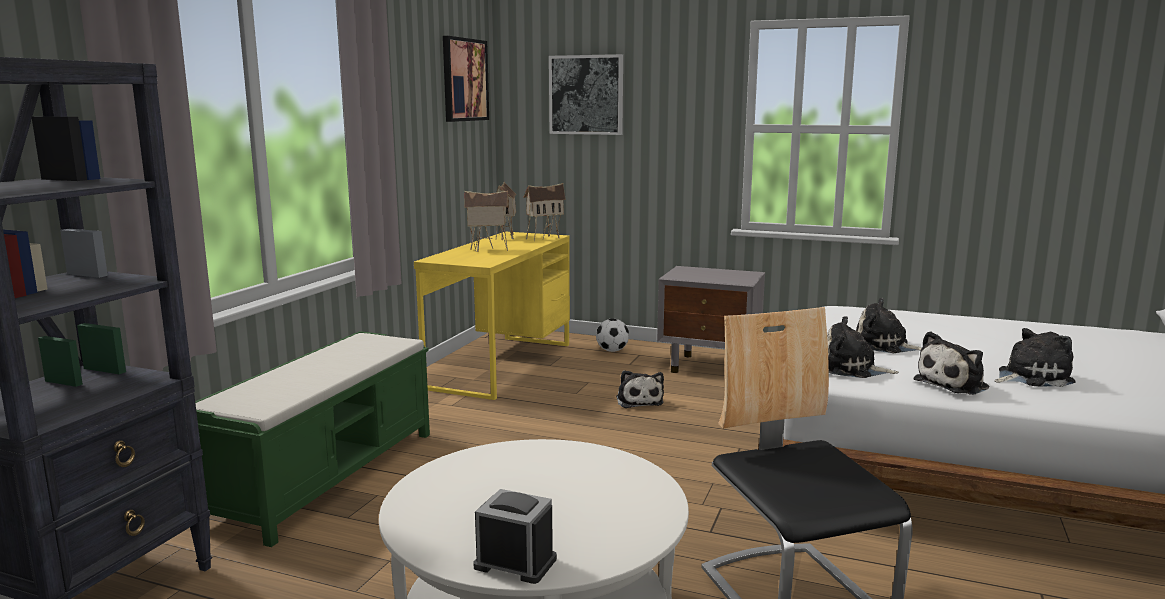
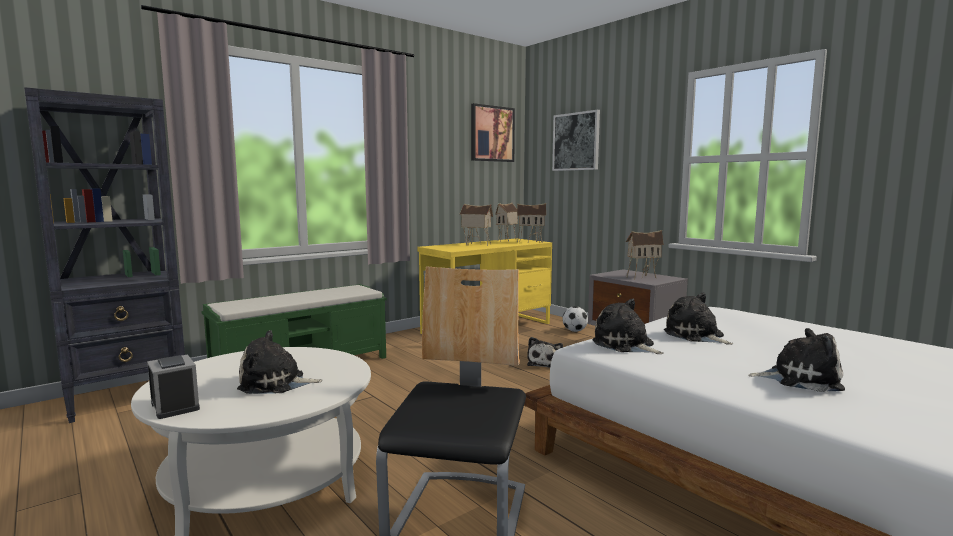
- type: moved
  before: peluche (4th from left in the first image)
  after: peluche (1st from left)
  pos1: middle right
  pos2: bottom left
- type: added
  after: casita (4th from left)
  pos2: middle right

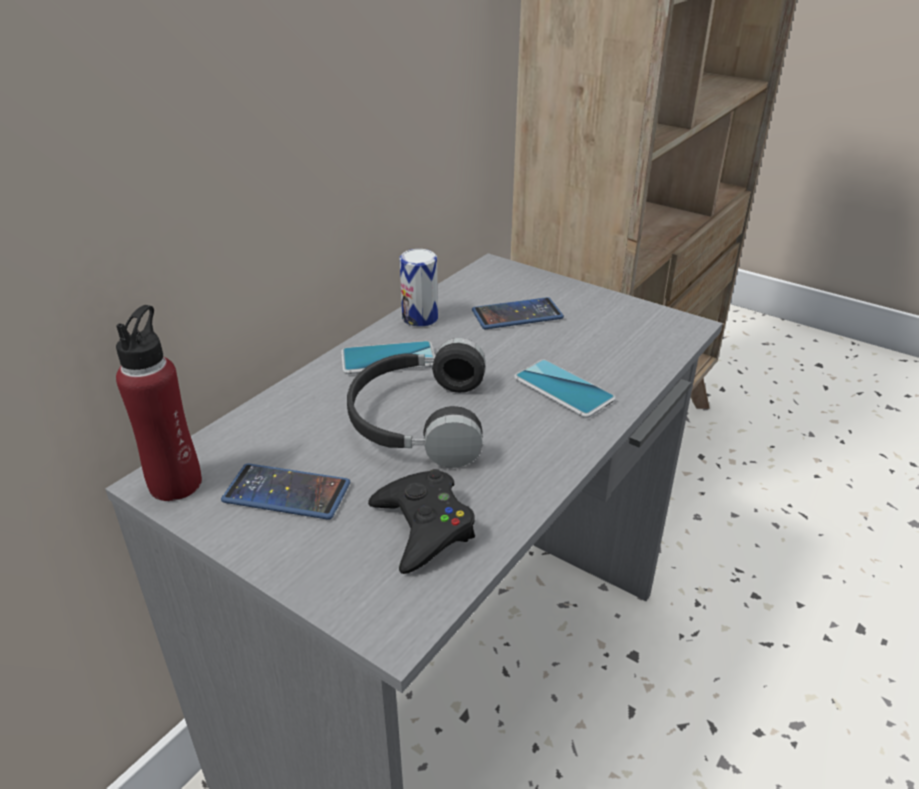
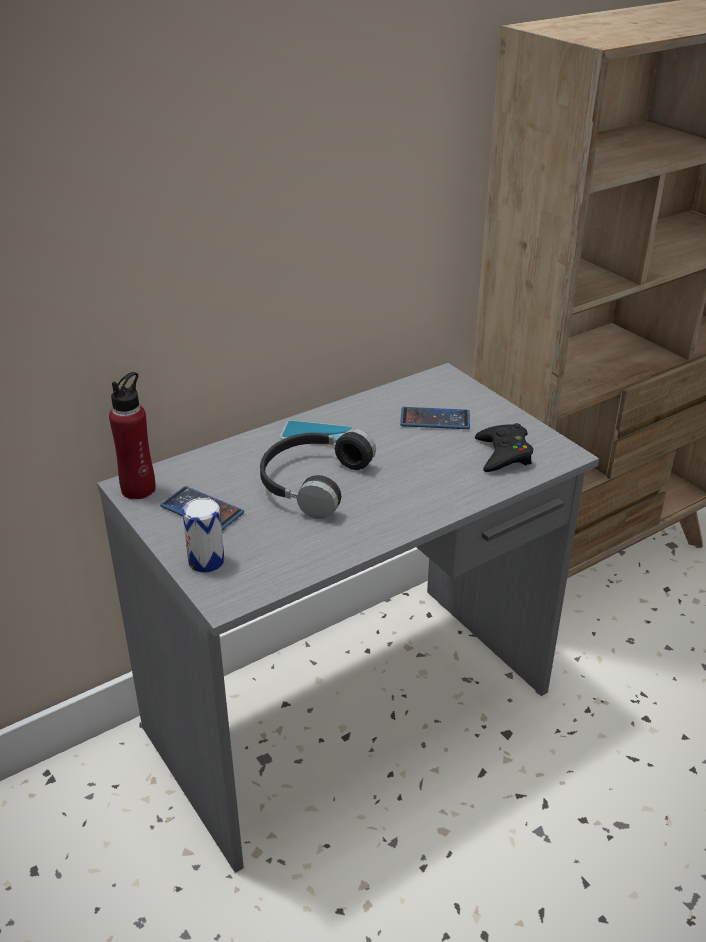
- type: moved
  before: lata
  pos1: centre
  pos2: middle left
- type: moved
  before: mando de consola (negro)
  pos1: centre
  pos2: middle right
- type: removed
  before: móvil (4th from left)
  pos1: centre

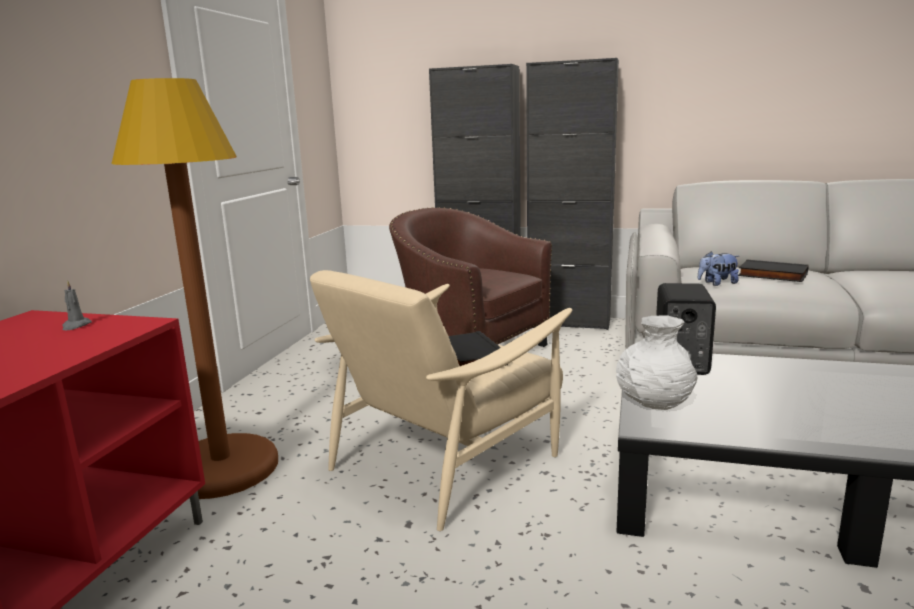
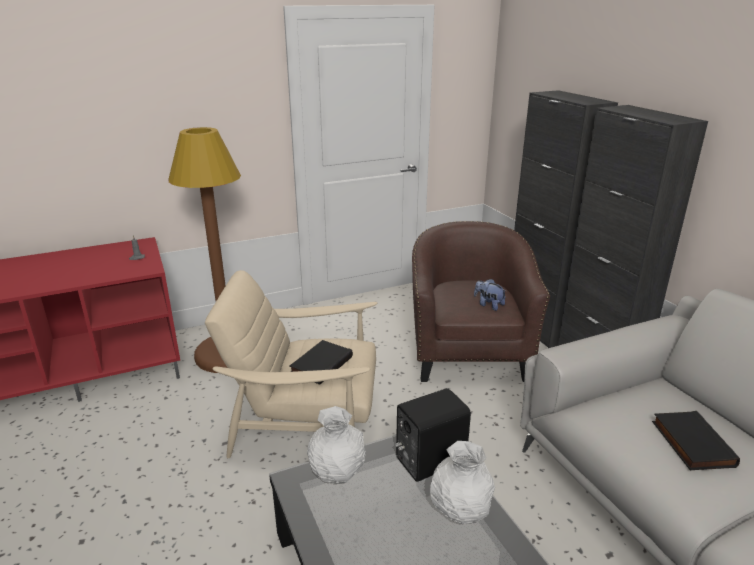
- type: added
  after: florero (blanco) (2nd from left)
  pos2: bottom centre
- type: moved
  before: peluche
  pos1: middle right
  pos2: centre

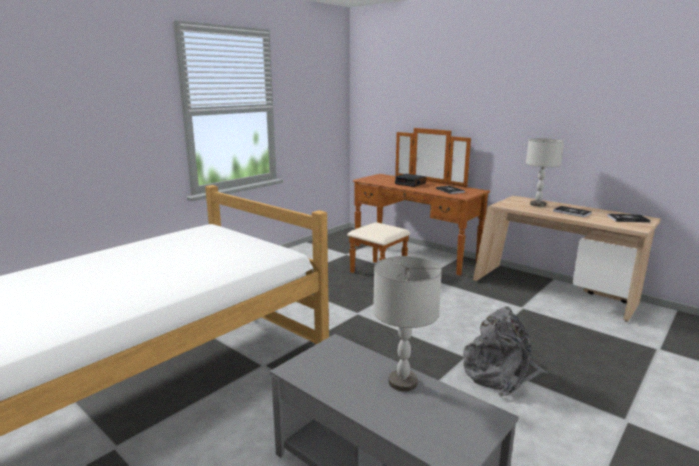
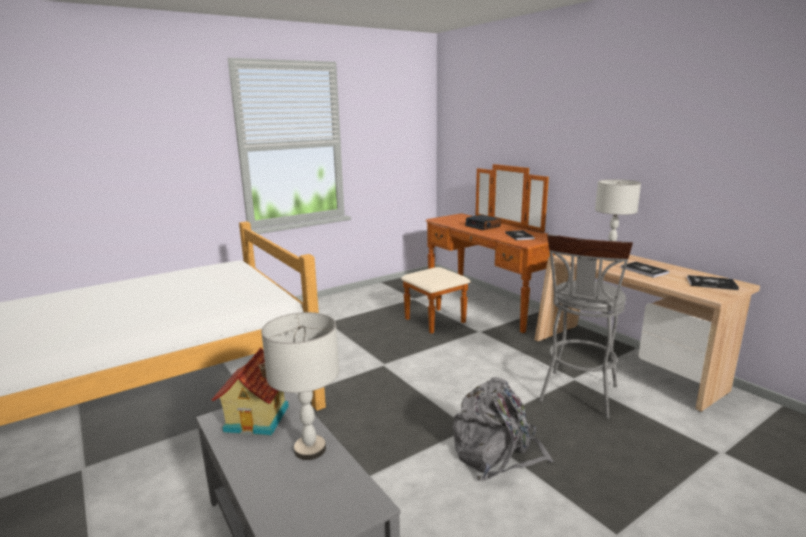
- type: added
  after: casita
  pos2: bottom left
- type: added
  after: taburete (gris)
  pos2: middle right

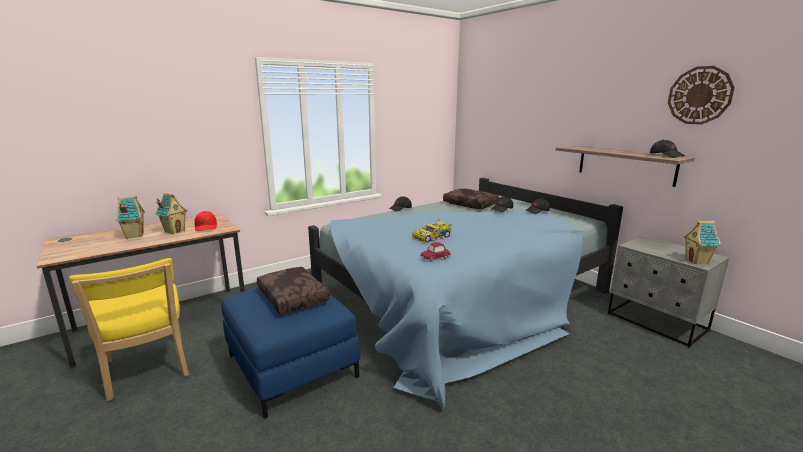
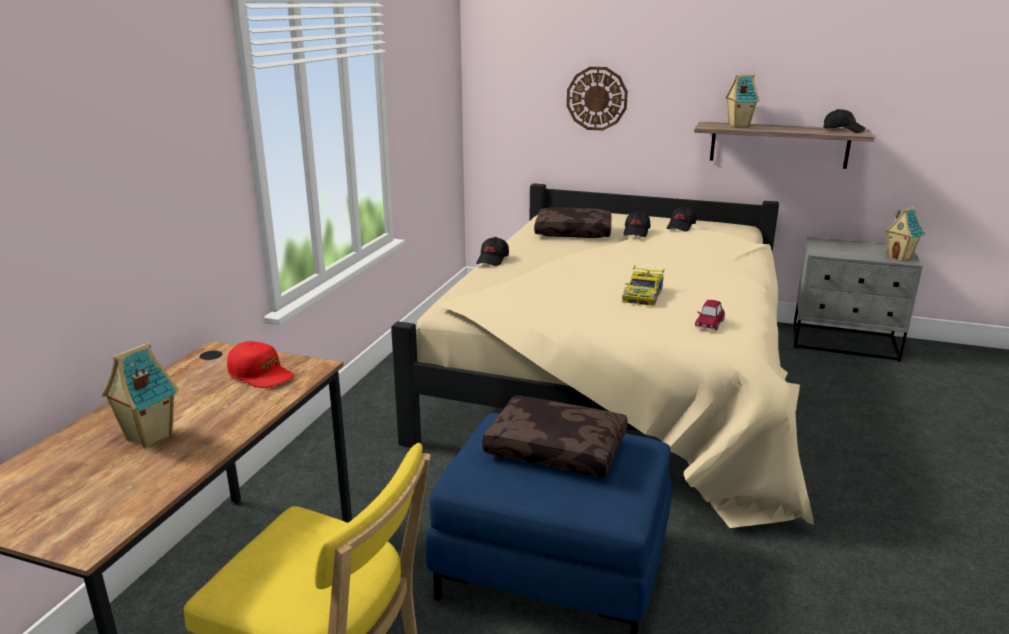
- type: recoloured
  before: cama (azul)
  after: cama (beis)
  pos1: centre
  pos2: centre
- type: moved
  before: reloj de pared
  pos1: top right
  pos2: top centre
- type: moved
  before: casita (2nd from left)
  pos1: middle left
  pos2: top right

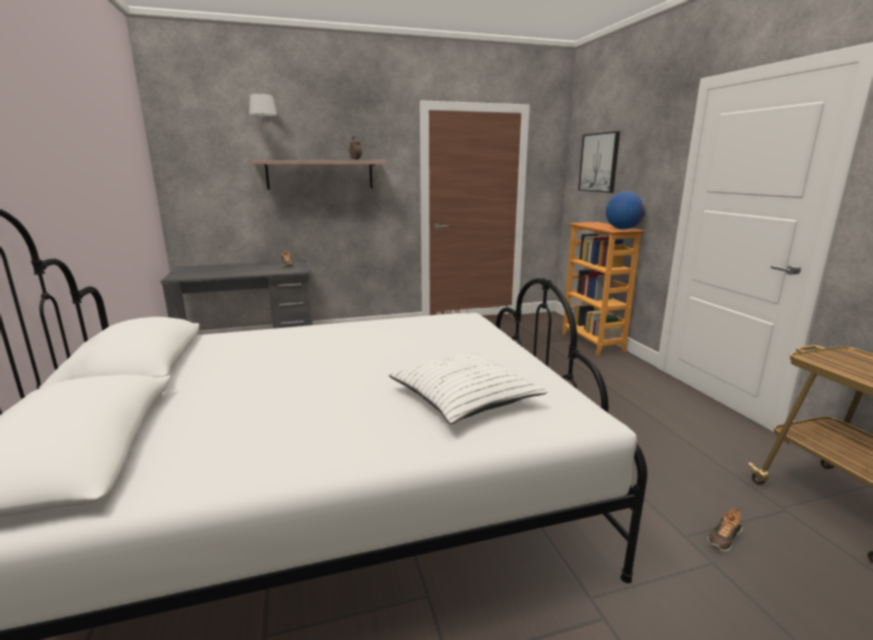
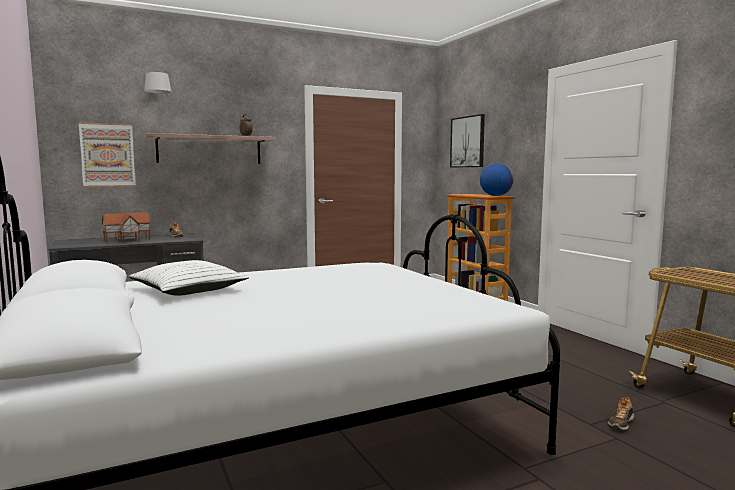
- type: added
  after: cuadro (1st from left)
  pos2: top left
- type: added
  after: casita
  pos2: middle left
- type: moved
  before: cojín (blanco)
  pos1: centre
  pos2: middle left

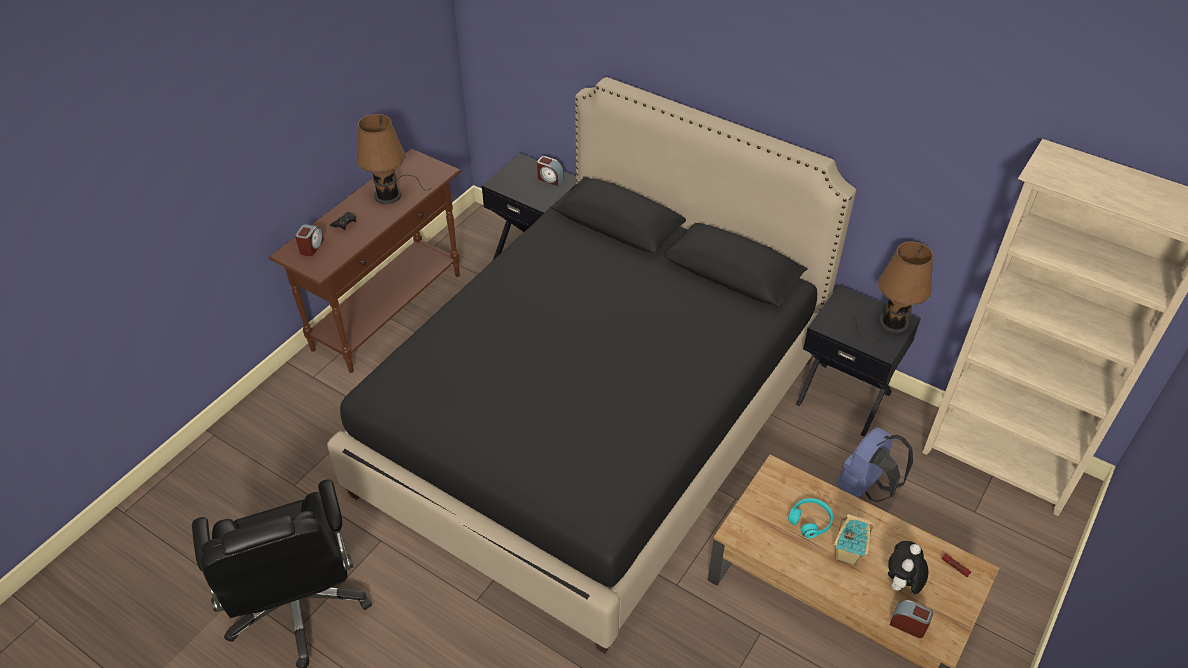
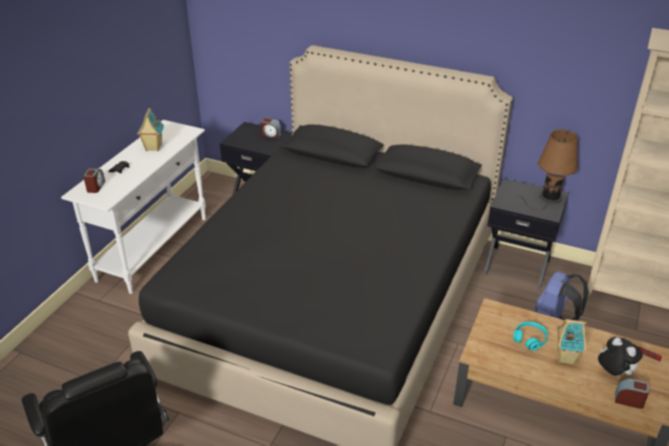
- type: recoloured
  before: mesa consola (marrón)
  after: mesa consola (blanco)
  pos1: middle left
  pos2: middle left
- type: replaced
  before: lámpara de mesa (marrón) (1st from left)
  after: casita (1st from left)
  pos1: top left
  pos2: top left
- type: turned
  before: peluche
  pos1: bottom right
  pos2: bottom right
  turn: 120

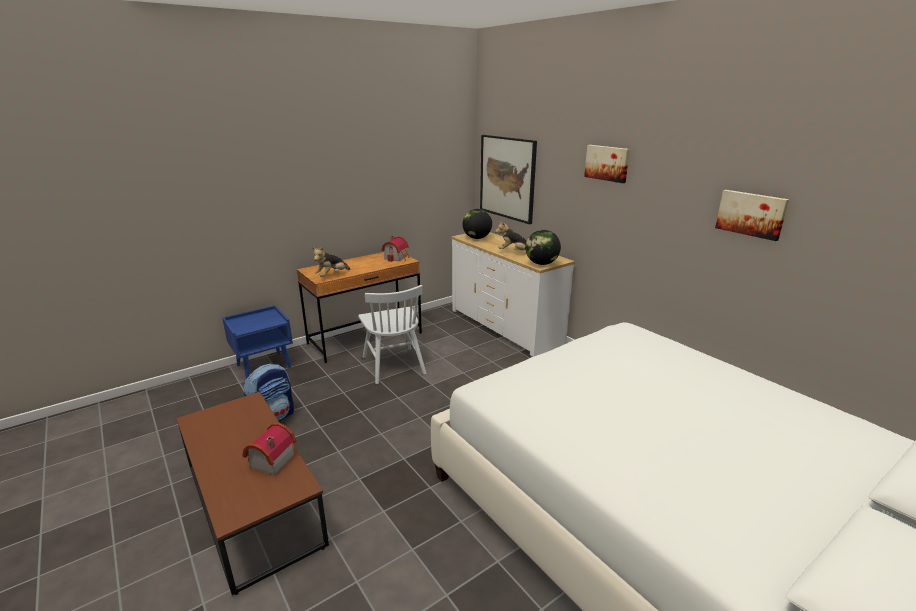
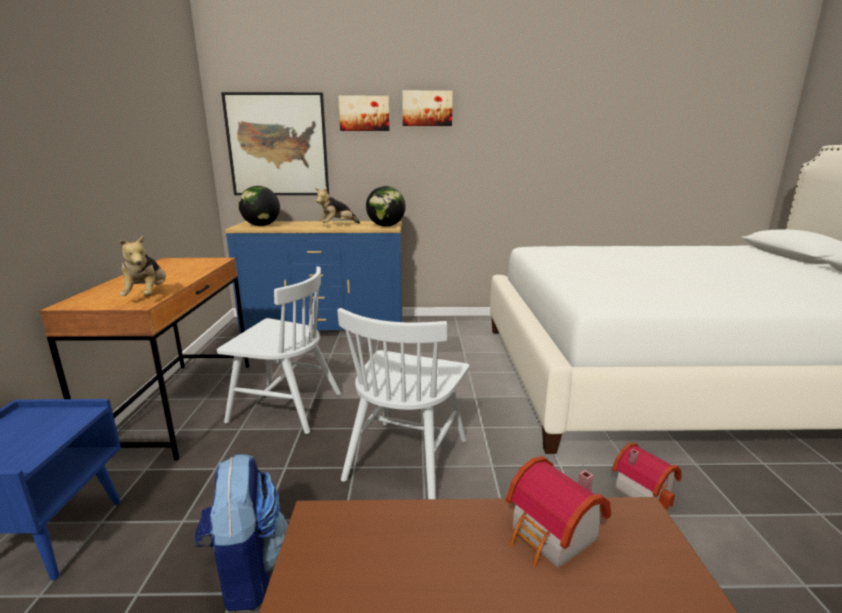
- type: recoloured
  before: cómoda (blanco)
  after: cómoda (azul)
  pos1: centre
  pos2: centre
- type: added
  after: silla (blanco) (2nd from left)
  pos2: centre
- type: moved
  before: cuadro (3rd from left in the first image)
  after: cuadro (2nd from left)
  pos1: middle right
  pos2: top centre
- type: moved
  before: casita (2nd from left)
  pos1: centre
  pos2: bottom right

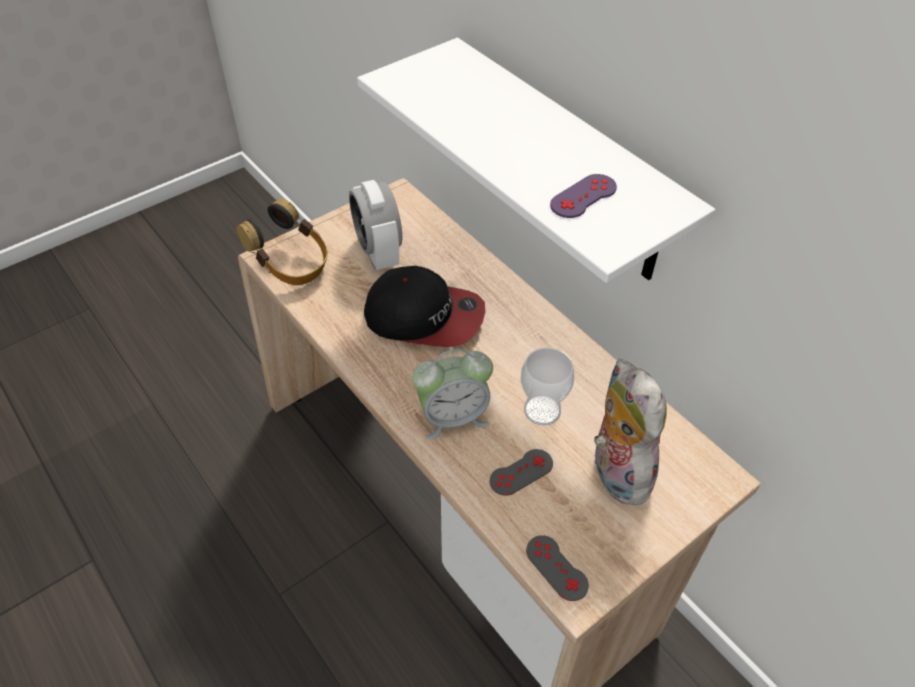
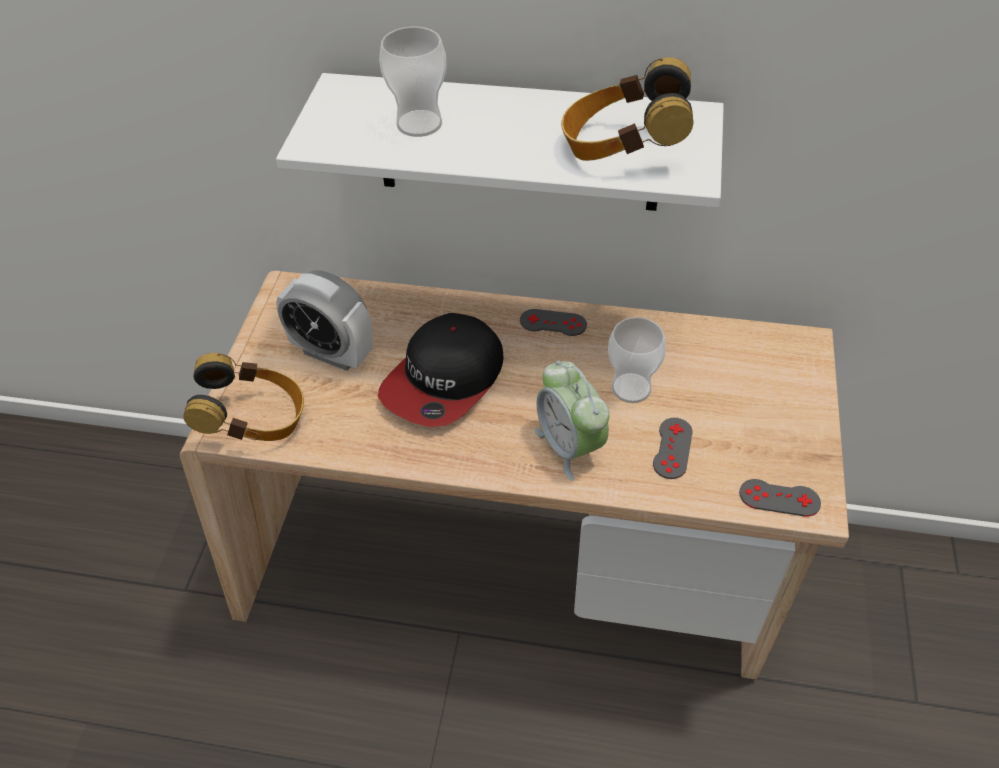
- type: turned
  before: gorra
  pos1: centre
  pos2: centre
  turn: 150
- type: added
  after: taza (1st from left)
  pos2: top centre
- type: added
  after: mando de consola (gris) (1st from left)
  pos2: centre
- type: turned
  before: despertador (2nd from left)
  pos1: centre
  pos2: centre
  turn: 120
- type: replaced
  before: mando de consola (morado)
  after: auriculares (2nd from left)
  pos1: top centre
  pos2: top centre
- type: removed
  before: peluche
  pos1: middle right

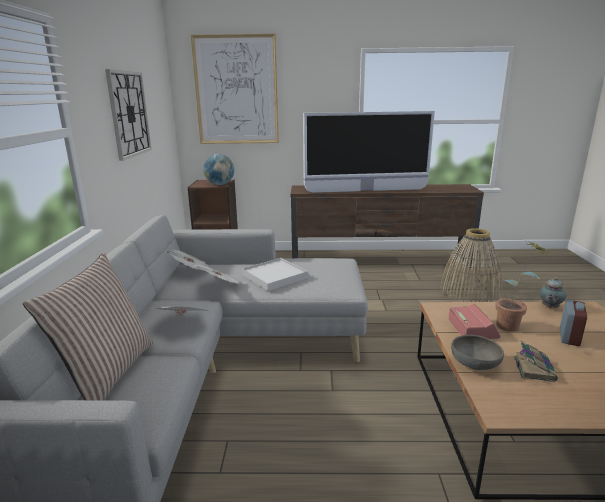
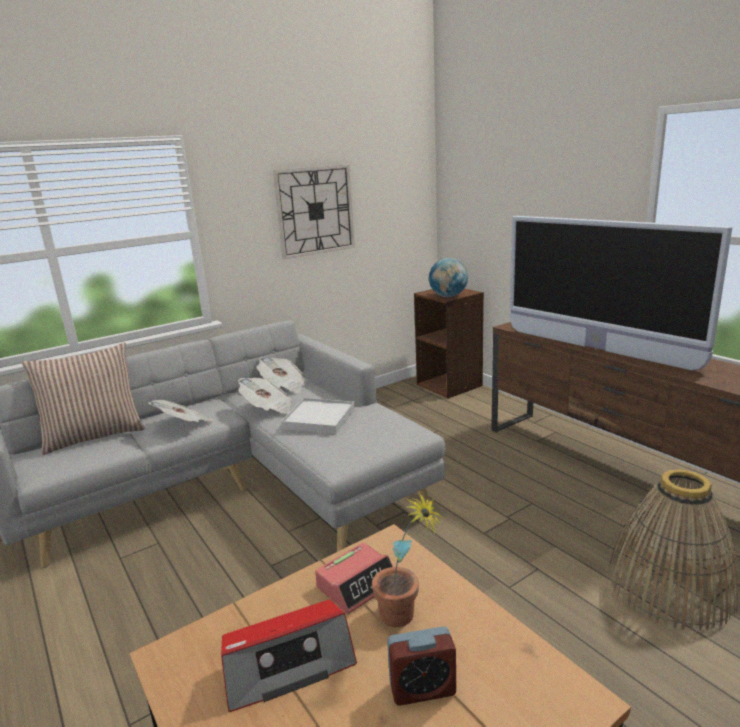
- type: replaced
  before: libro
  after: radio
  pos1: bottom right
  pos2: bottom centre
- type: removed
  before: cuadro
  pos1: top centre
- type: removed
  before: cuenco (gris)
  pos1: bottom right
- type: removed
  before: tetera
  pos1: middle right

